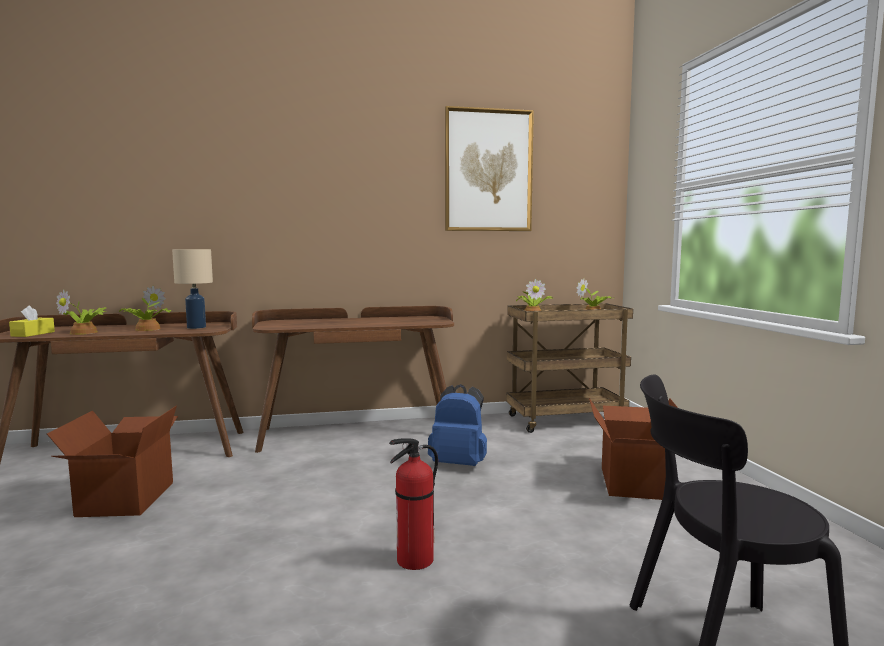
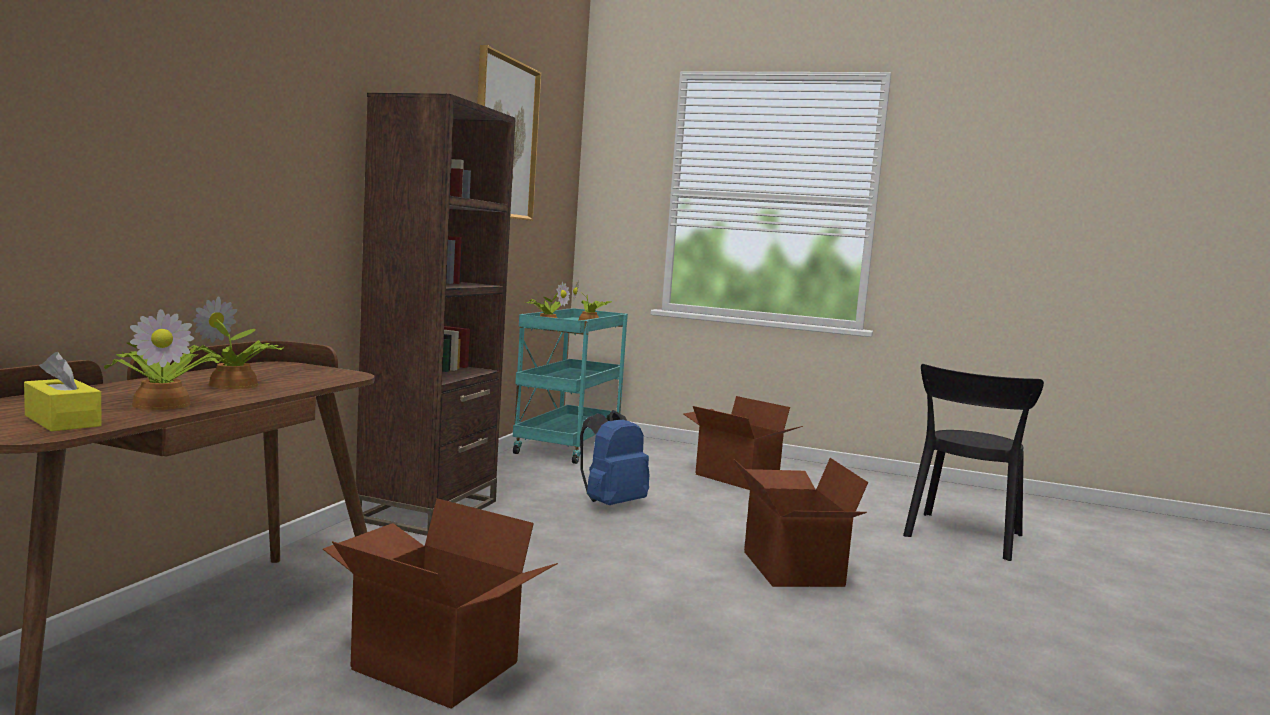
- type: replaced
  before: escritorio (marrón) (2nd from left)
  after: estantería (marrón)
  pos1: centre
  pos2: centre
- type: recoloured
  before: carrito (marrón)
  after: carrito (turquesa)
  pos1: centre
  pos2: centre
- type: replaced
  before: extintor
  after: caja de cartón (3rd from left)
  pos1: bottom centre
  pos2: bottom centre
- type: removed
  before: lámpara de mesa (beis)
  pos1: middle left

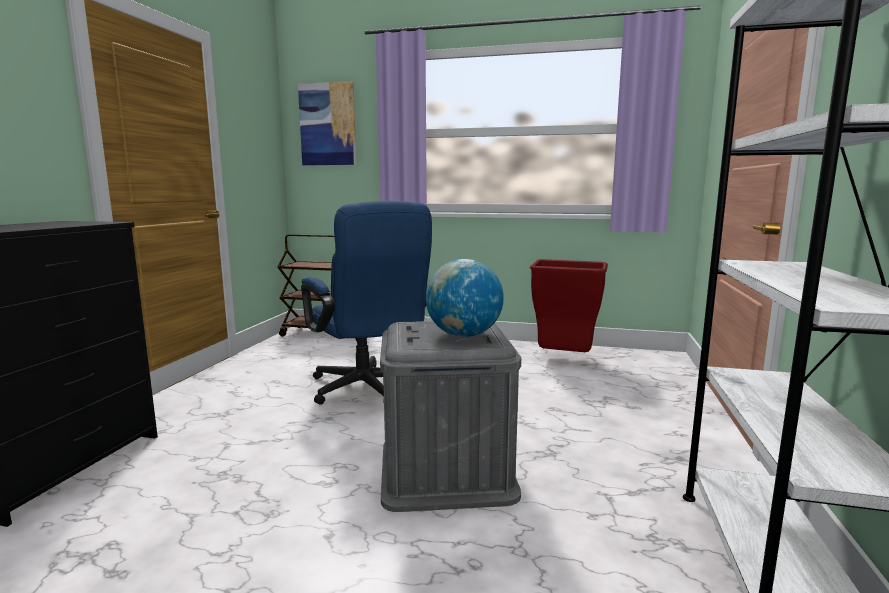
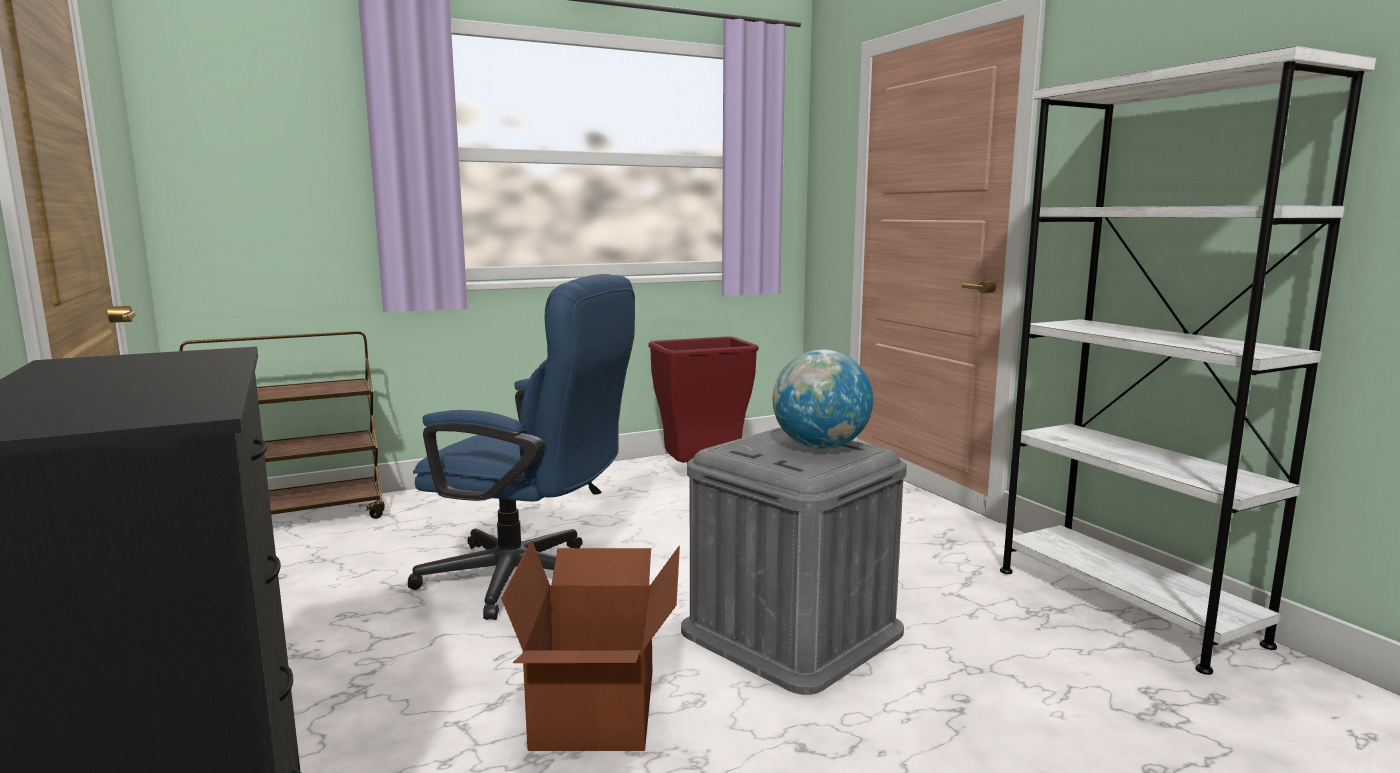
- type: added
  after: caja de cartón
  pos2: bottom centre
- type: removed
  before: cuadro
  pos1: top centre

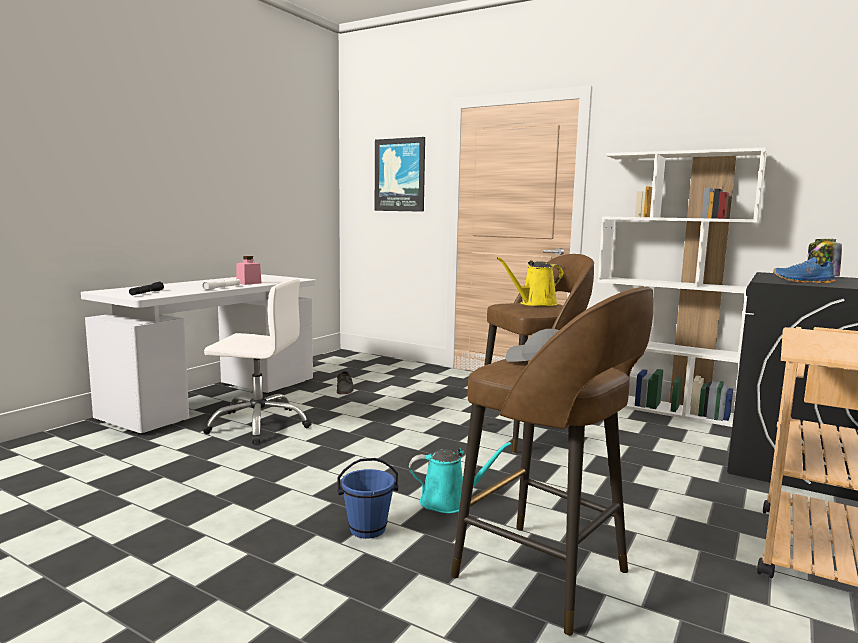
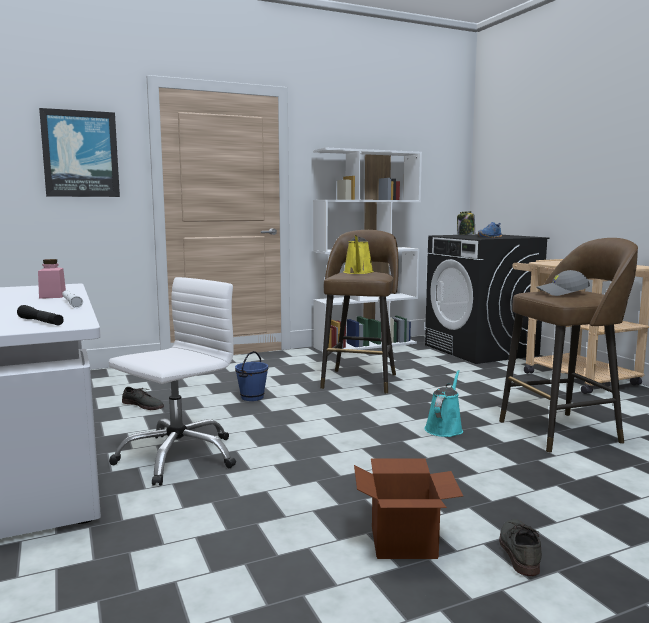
- type: moved
  before: cubo (azul)
  pos1: bottom centre
  pos2: centre
- type: added
  after: caja de cartón
  pos2: bottom centre
- type: added
  after: zapato (gris) (2nd from left)
  pos2: bottom right

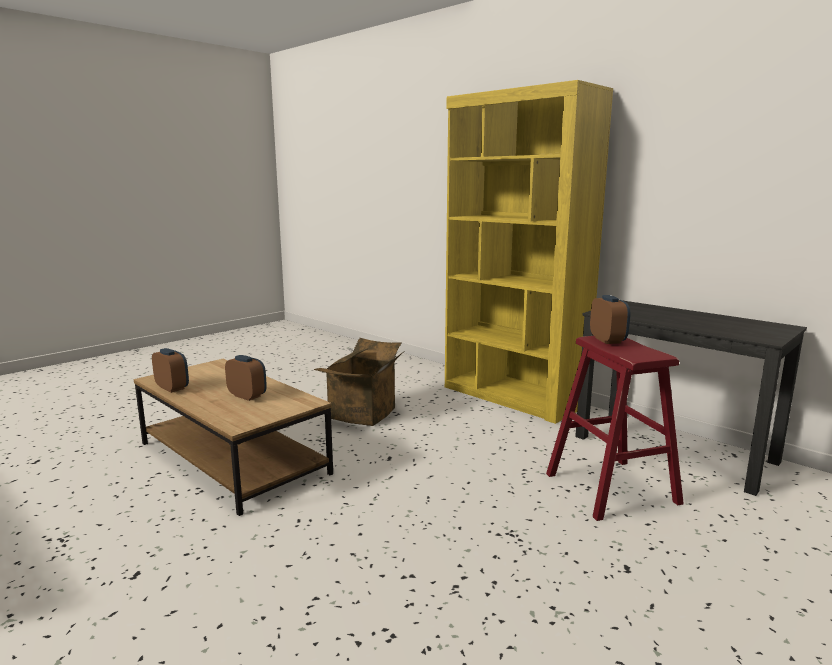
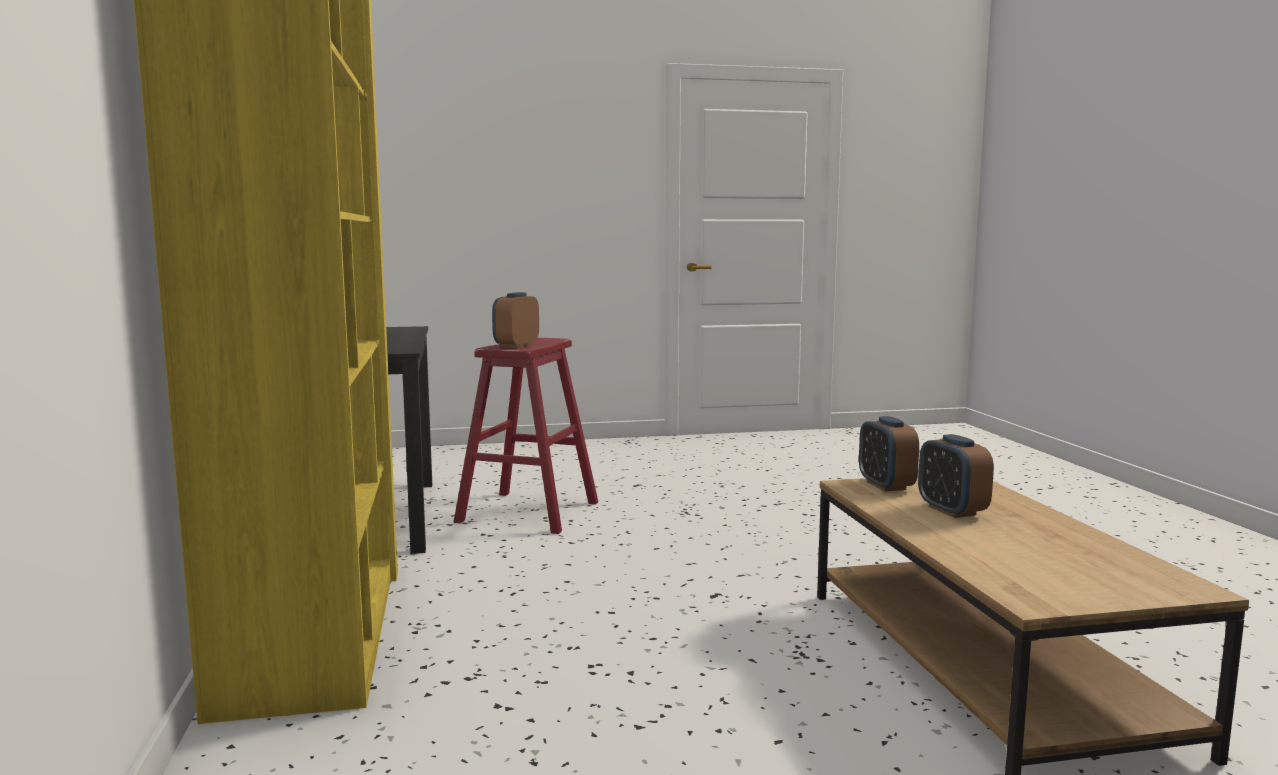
- type: moved
  before: despertador (1st from left in the first image)
  after: despertador (2nd from left)
  pos1: middle left
  pos2: middle right
- type: removed
  before: caja de cartón
  pos1: centre

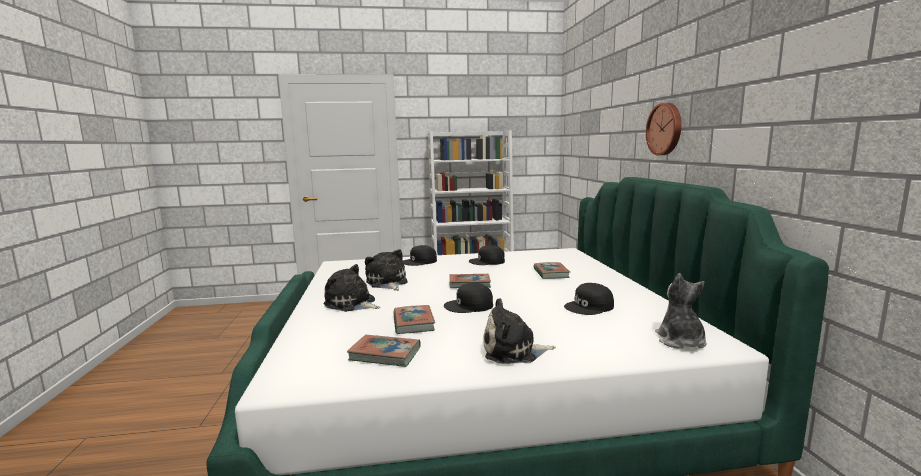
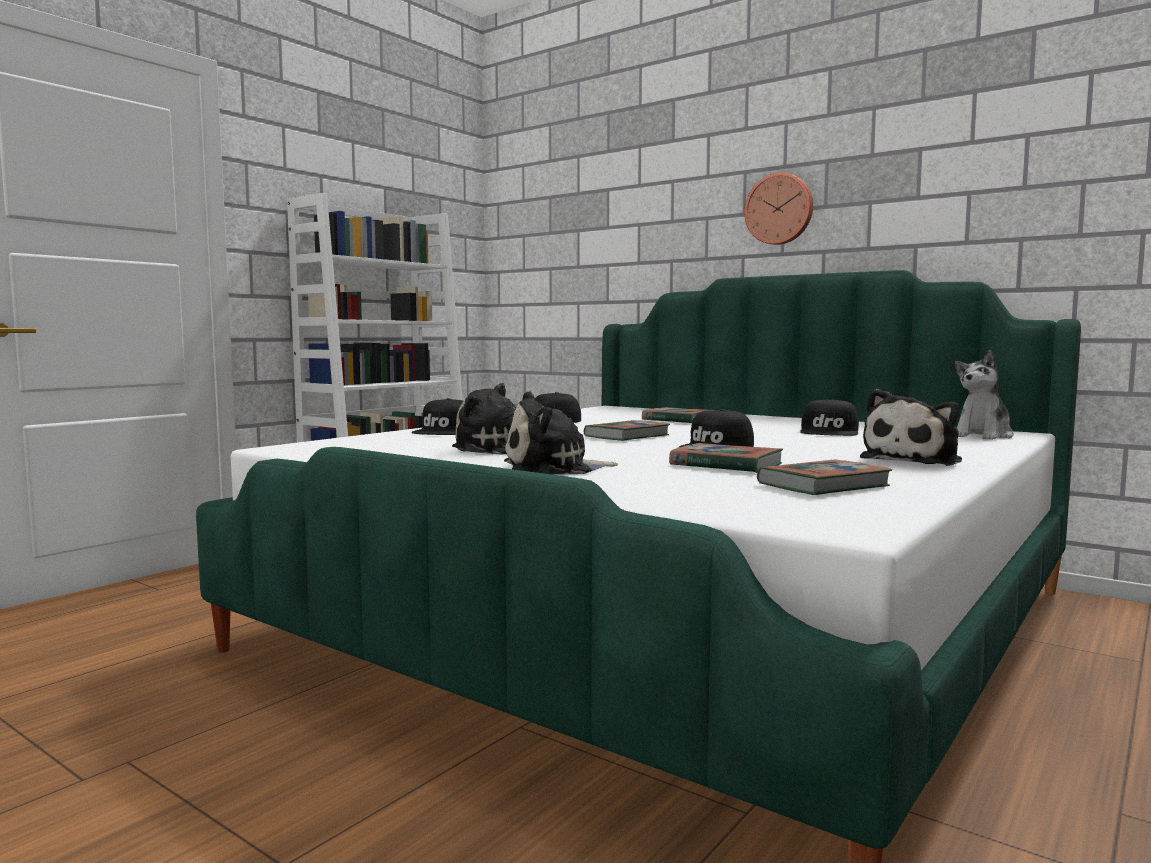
- type: turned
  before: peluche (4th from left)
  pos1: middle right
  pos2: middle right
  turn: -90

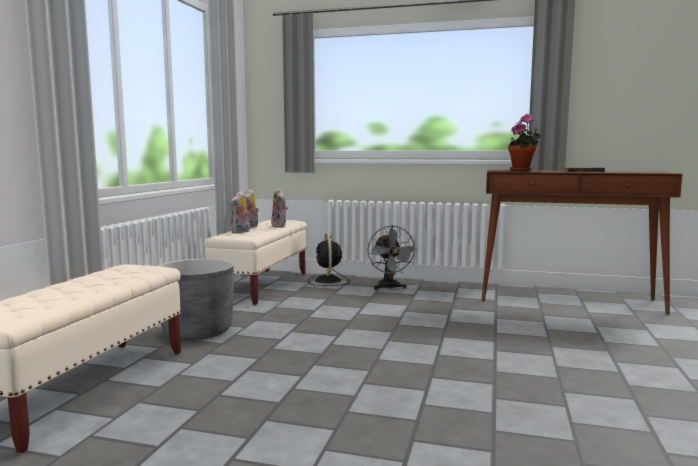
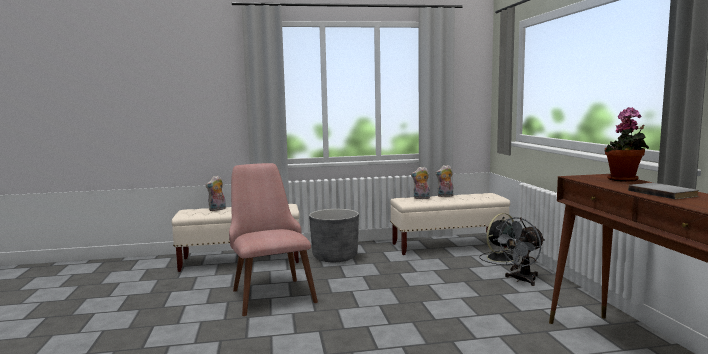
- type: moved
  before: peluche (3rd from left in the first image)
  after: peluche (1st from left)
  pos1: centre
  pos2: middle left
- type: added
  after: silla (rosa)
  pos2: bottom centre

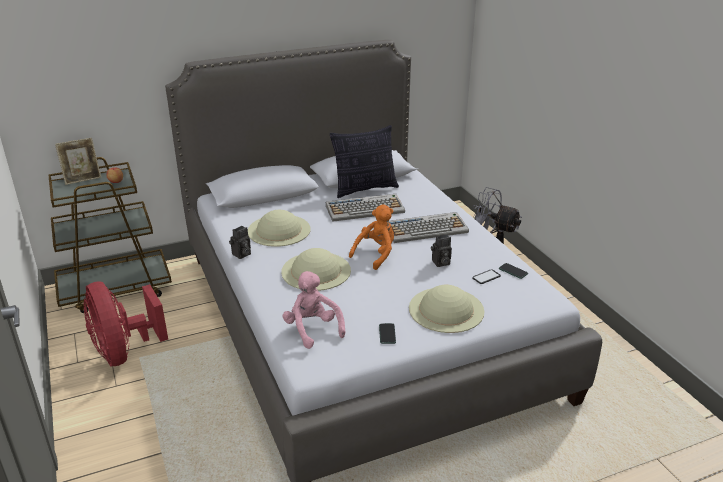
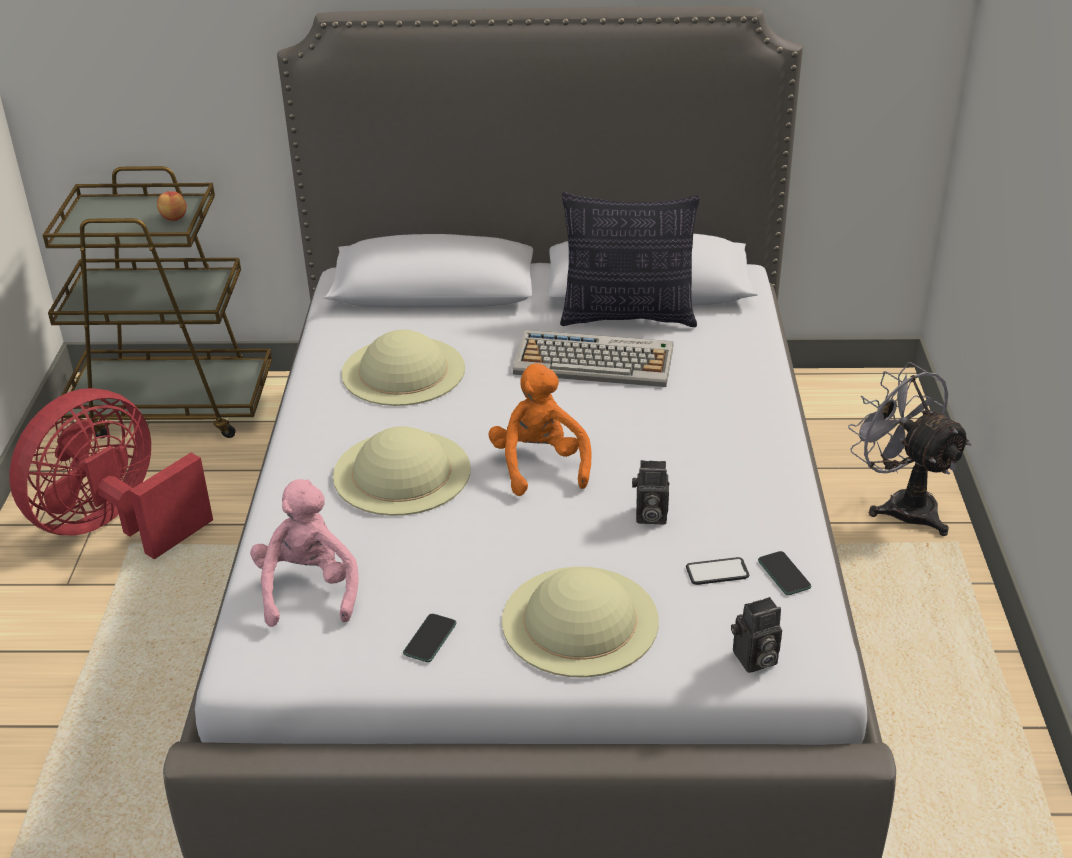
- type: turned
  before: ventilador (rojo)
  pos1: bottom left
  pos2: middle left
  turn: 45
- type: turned
  before: peluche (naranja)
  pos1: centre
  pos2: centre
  turn: -75
- type: moved
  before: cámara (1st from left in the first image)
  after: cámara (2nd from left)
  pos1: middle left
  pos2: bottom right
- type: removed
  before: portarretratos
  pos1: middle left
- type: removed
  before: teclado (2nd from left)
  pos1: centre

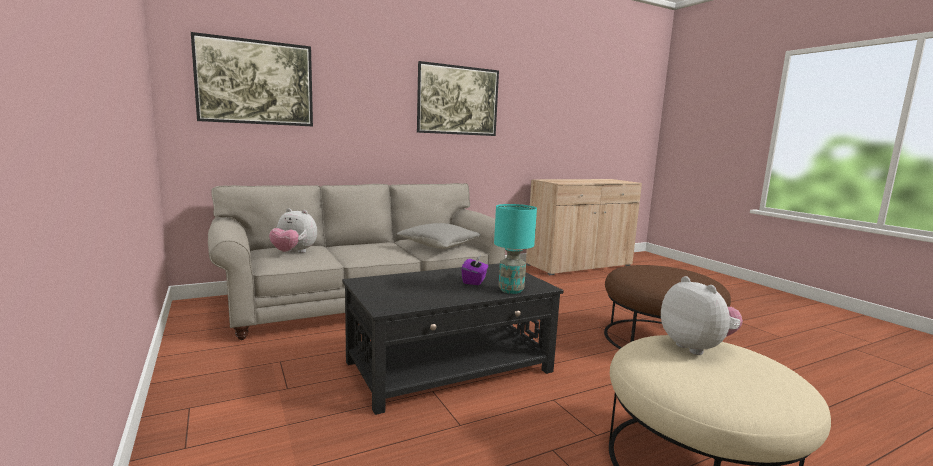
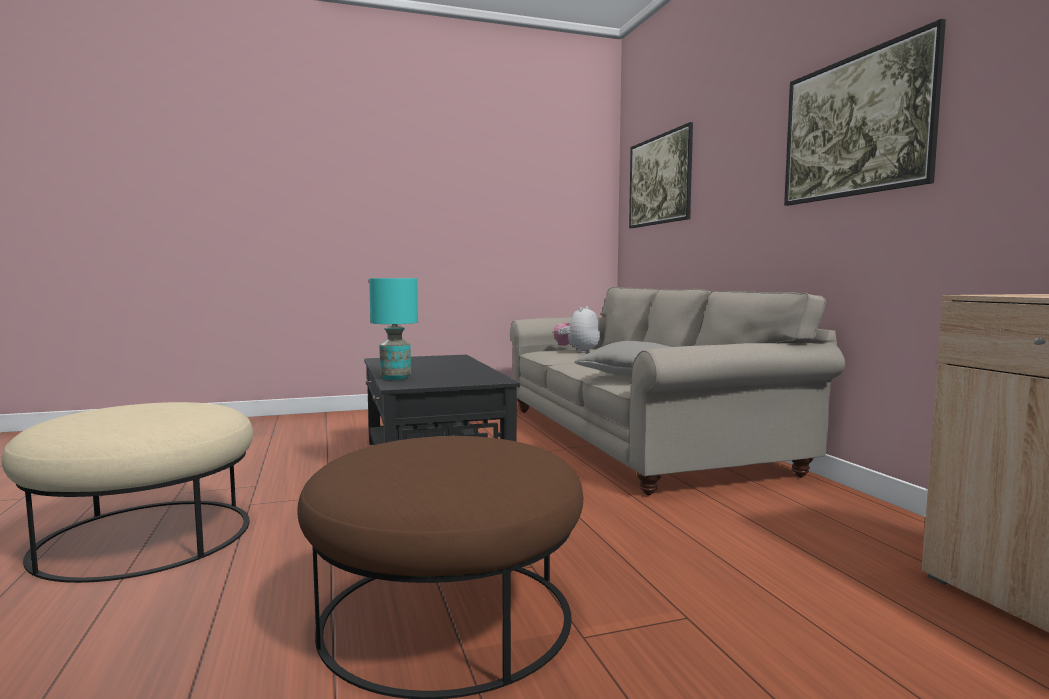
- type: removed
  before: caja de pañuelos (morado)
  pos1: centre
- type: removed
  before: peluche (2nd from left)
  pos1: bottom right

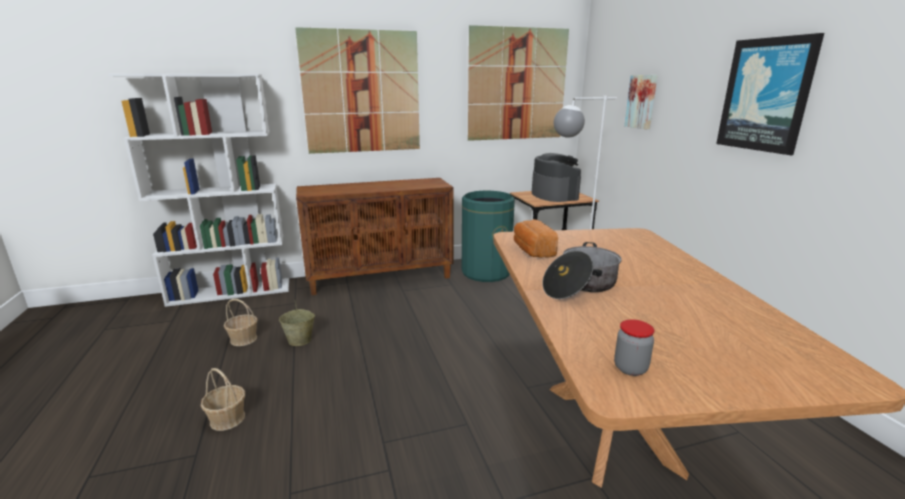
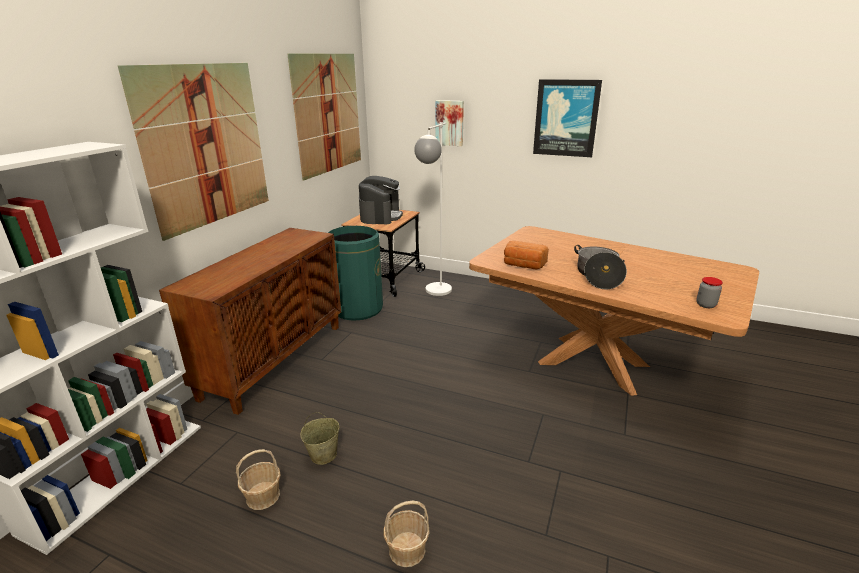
- type: turned
  before: cafetera
  pos1: centre
  pos2: centre
  turn: 75

